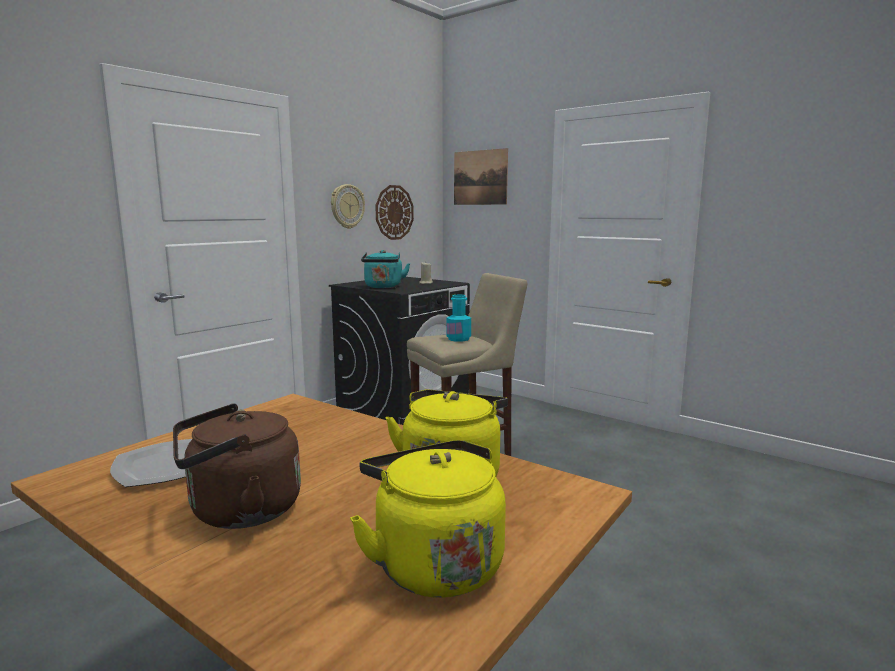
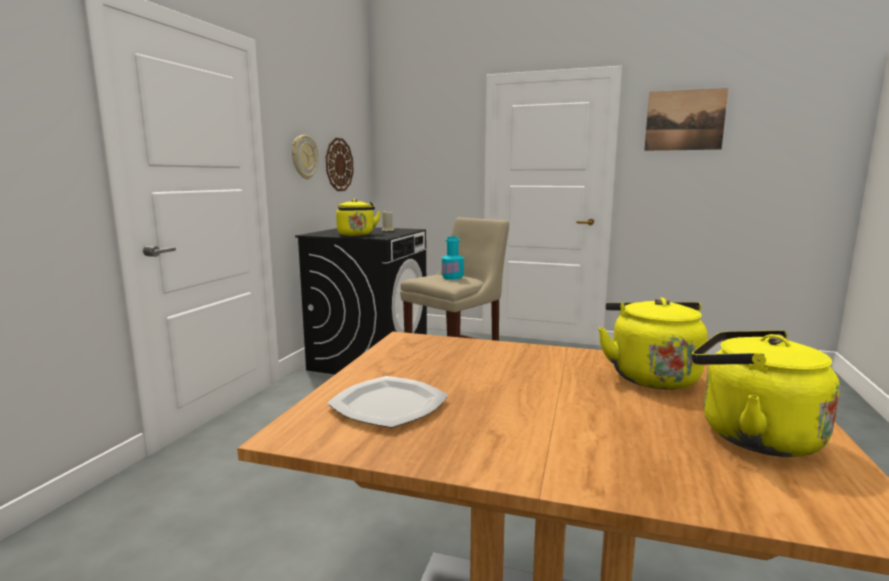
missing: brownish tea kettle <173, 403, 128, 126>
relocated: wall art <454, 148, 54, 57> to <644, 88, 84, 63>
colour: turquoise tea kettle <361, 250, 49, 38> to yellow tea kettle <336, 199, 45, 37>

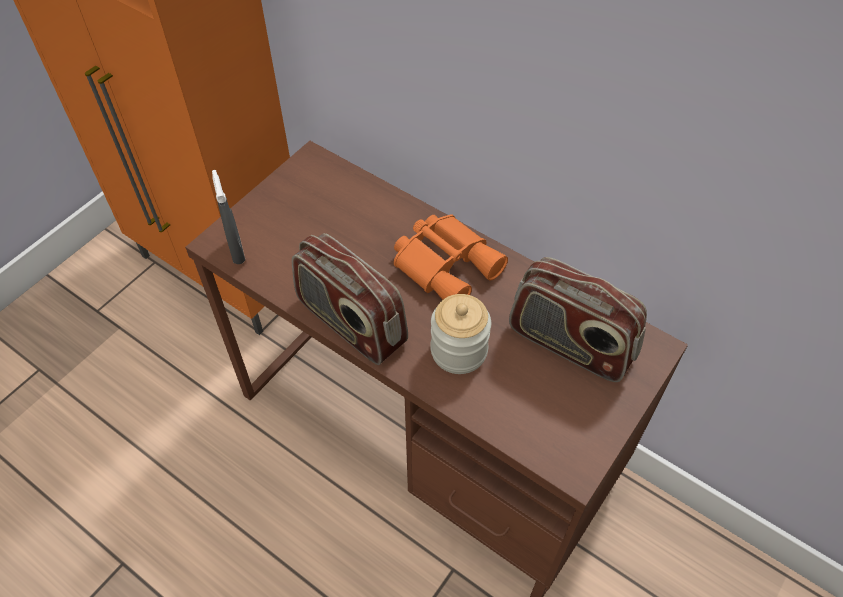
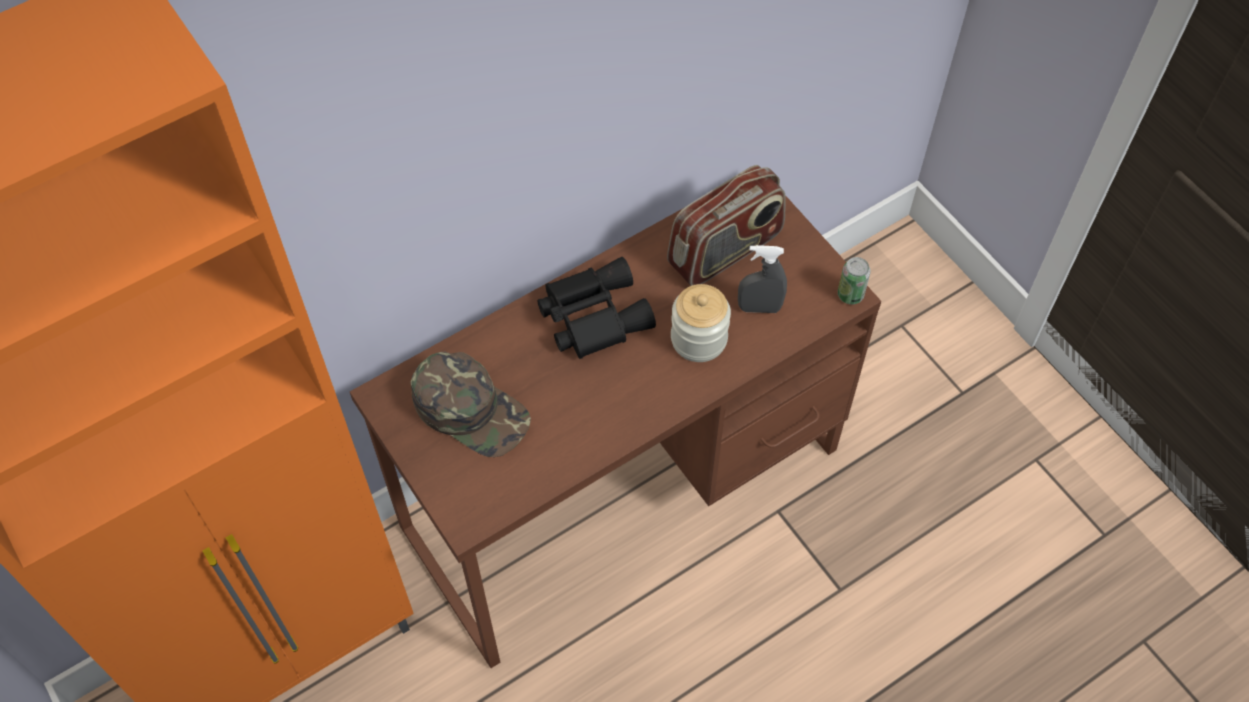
missing: radio set <292, 233, 116, 132>
appeared: metal can <838, 257, 32, 47>; greenish peaked cap <411, 352, 120, 105>
relocated: greyish spray bottle <212, 170, 33, 94> to <738, 245, 49, 68>
colour: orangey pair of binoculars <394, 214, 114, 86> to black pair of binoculars <537, 257, 119, 102>

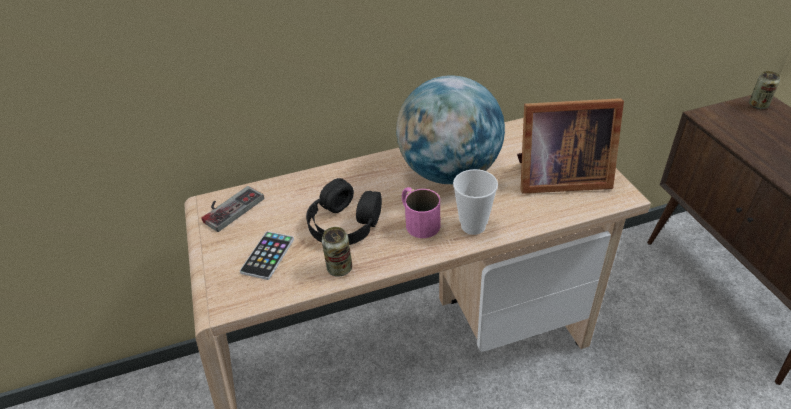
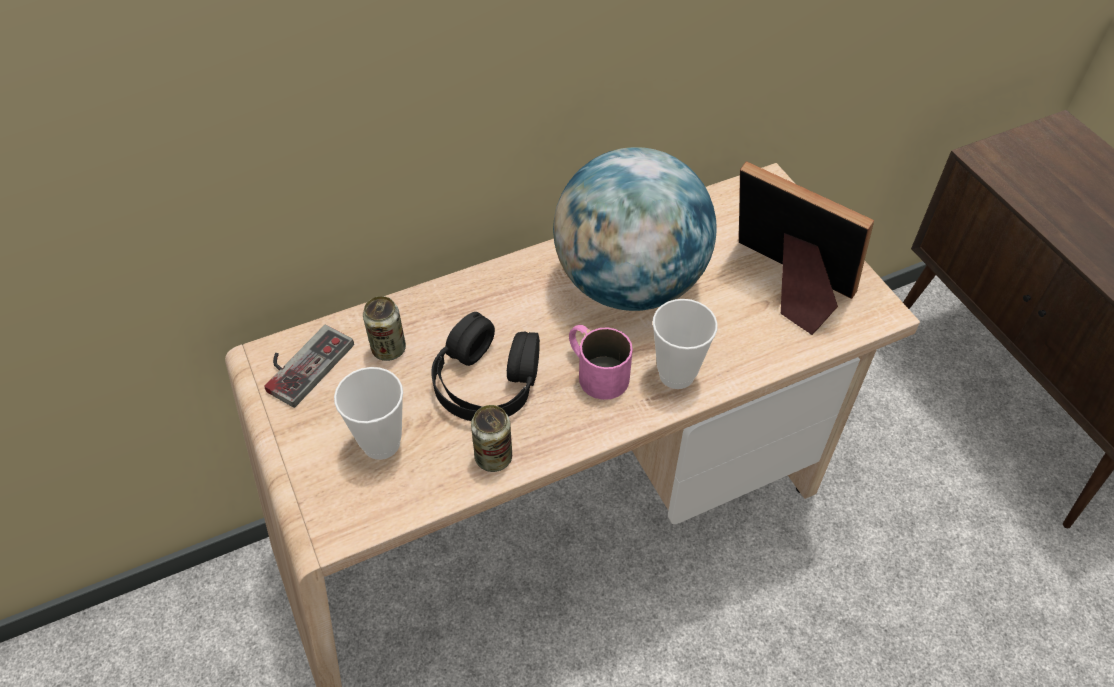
relocated: metal can <749, 71, 31, 38> to <363, 296, 43, 65>
exchanged: phone <240, 231, 54, 49> to drinking cup <334, 367, 69, 93>
spun: photo frame <517, 98, 107, 96> = <739, 161, 135, 174> 135 degrees counterclockwise

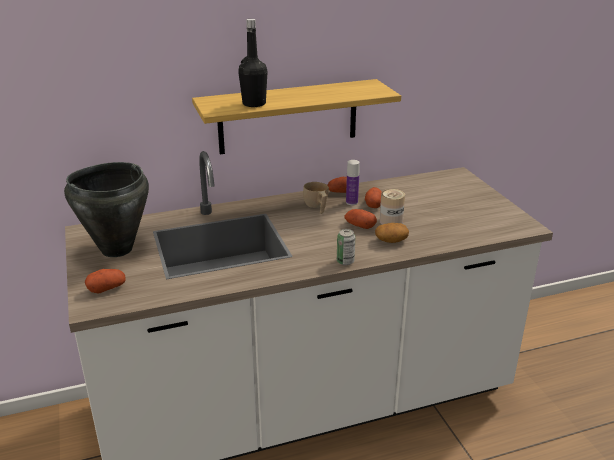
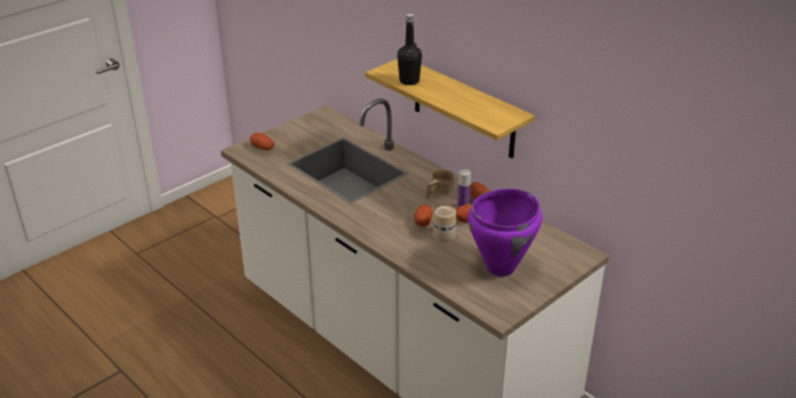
missing: black stockpot <64, 162, 85, 95>; whole potato <375, 223, 34, 20>; metal can <337, 229, 18, 36>
appeared: purple stockpot <468, 189, 74, 88>

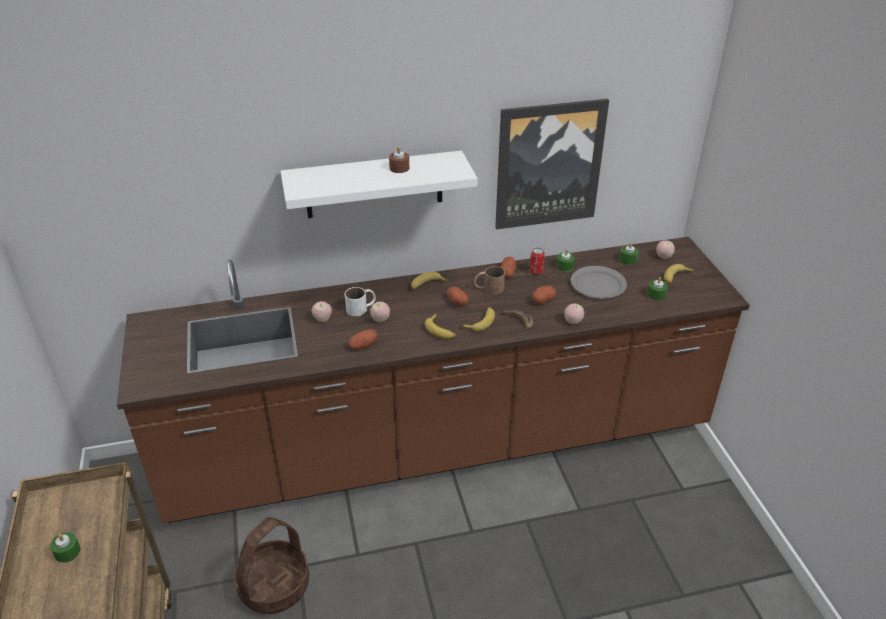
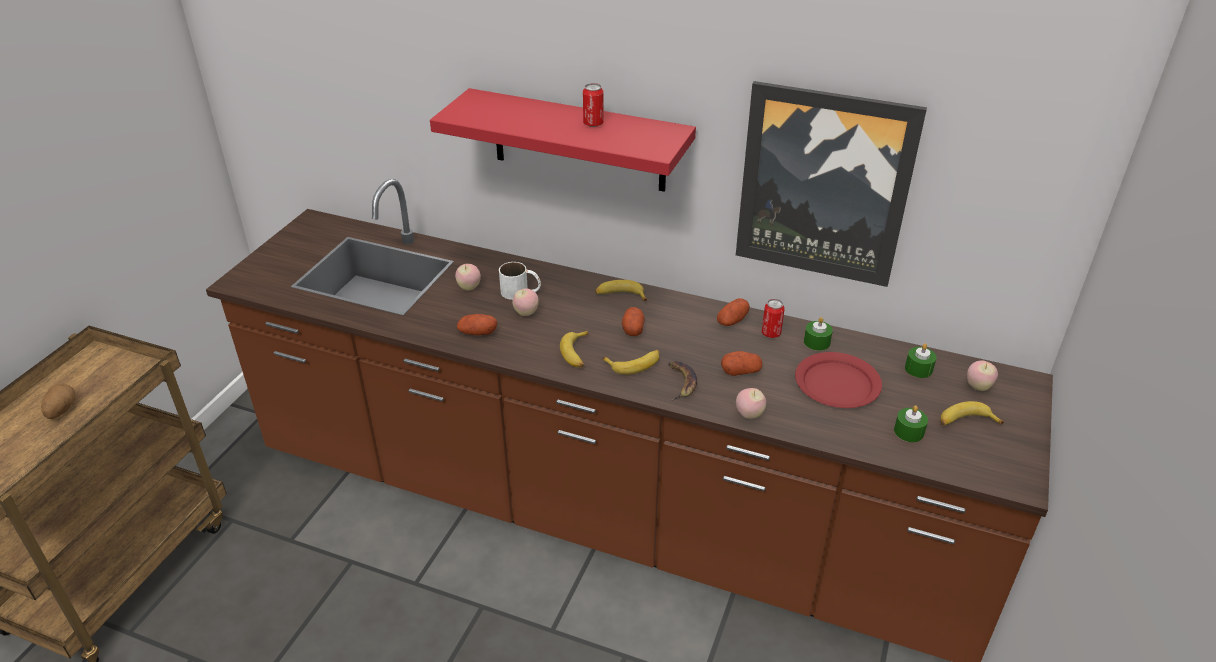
missing: brownish tea mug <474, 266, 31, 28>; household basket <234, 517, 75, 97>
exchanged: brownish wax candle <389, 146, 20, 27> to metal can <583, 83, 21, 44>; greenish wax candle <50, 532, 31, 31> to whole potato <41, 384, 35, 35>
colour: white-coloured shelf <281, 151, 197, 67> to red shelf <430, 88, 266, 104>; greyish dinner plate <571, 266, 56, 33> to red dinner plate <795, 352, 87, 56>

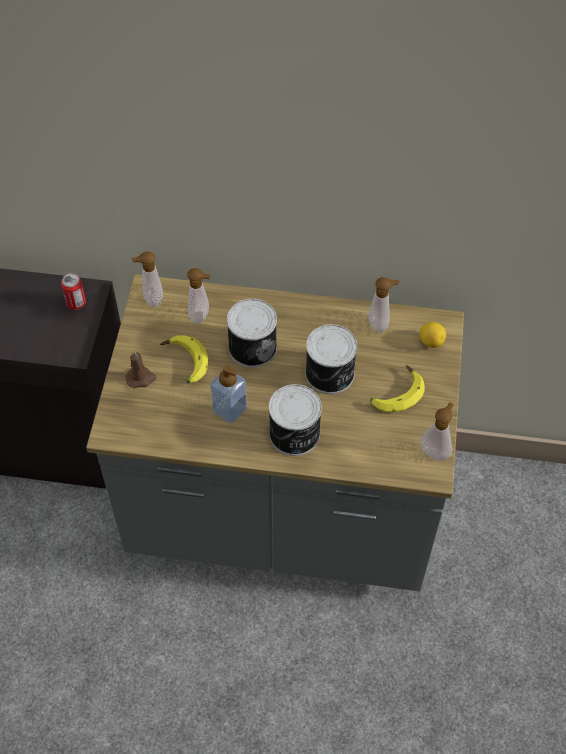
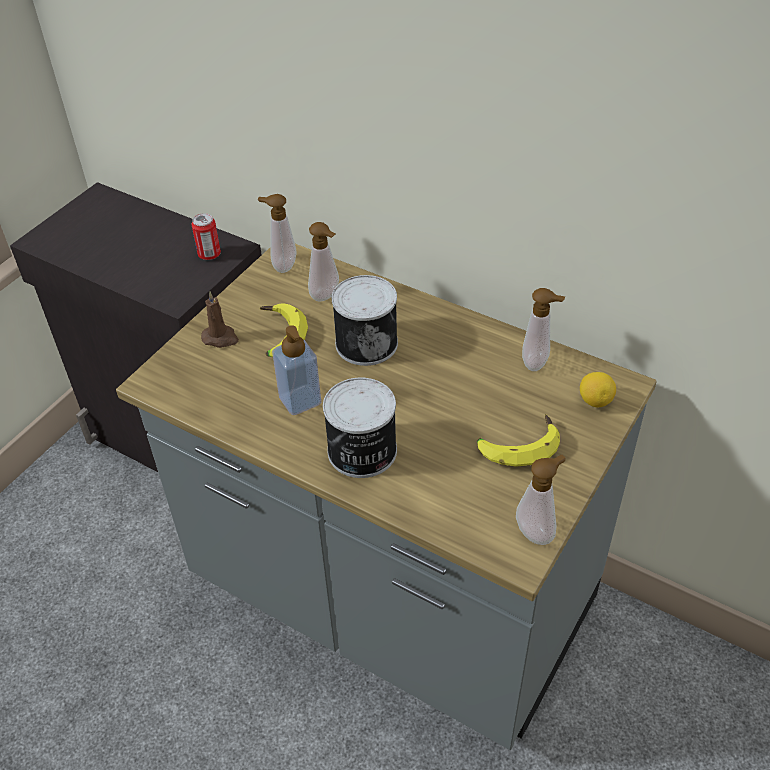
missing: metal can <305, 324, 52, 70>

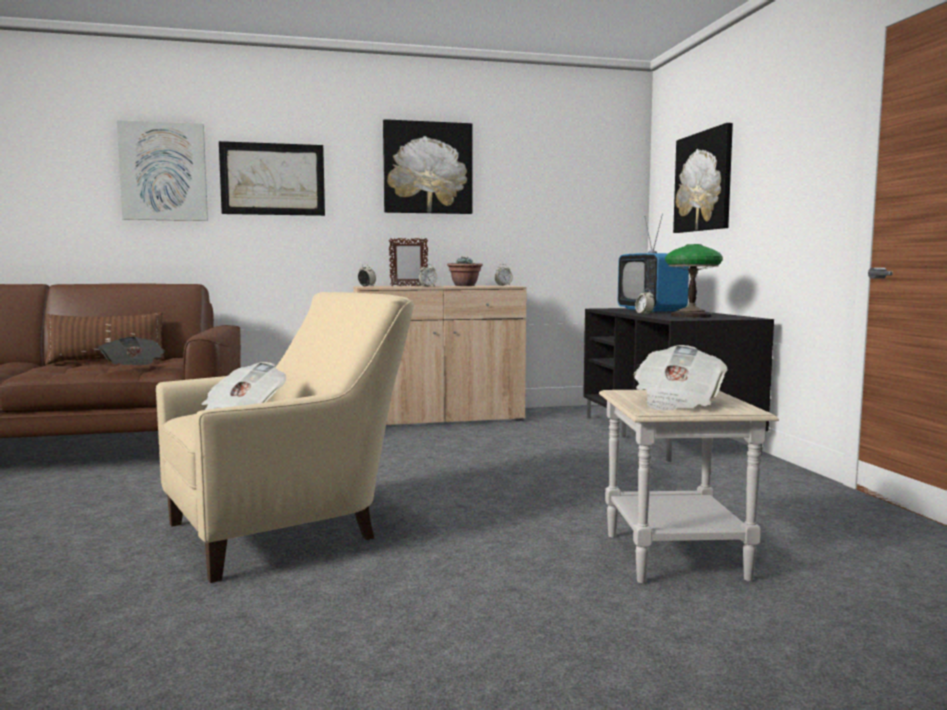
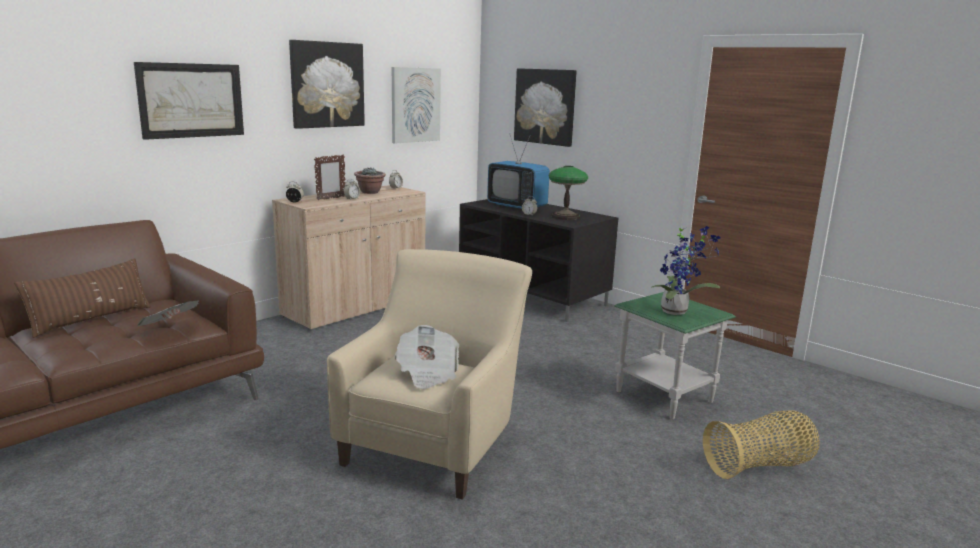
appeared: household basket <703, 411, 117, 68>
relocated: wall art <117, 120, 91, 101> to <392, 67, 49, 77>
exchanged: printed paper <633, 345, 95, 66> to potted plant <652, 226, 68, 89>
colour: sand-coloured end table <599, 390, 180, 193> to greenish end table <614, 292, 122, 127>

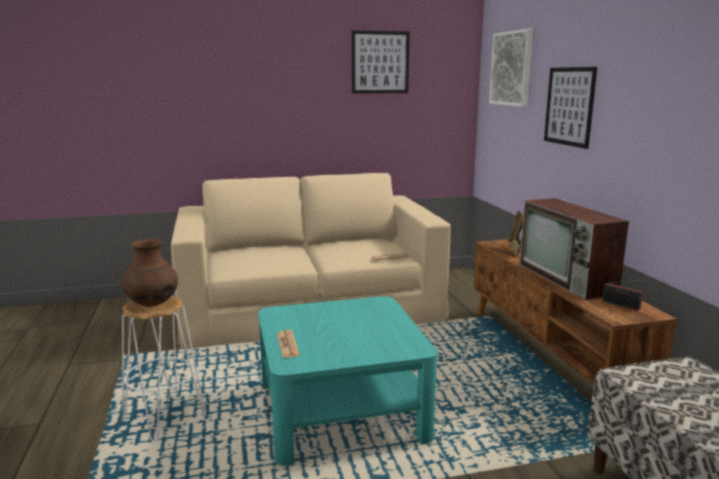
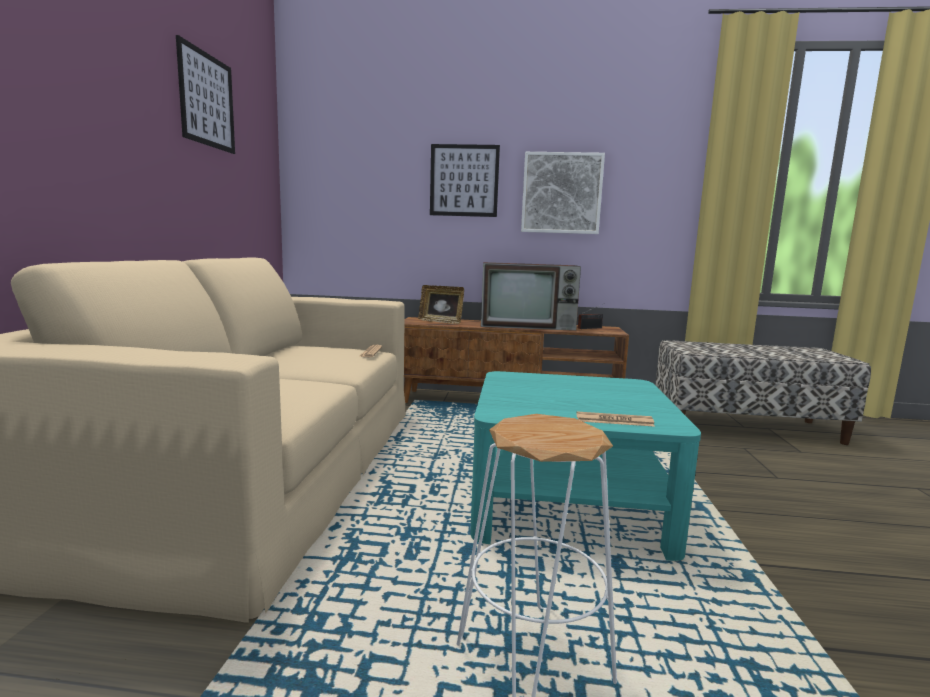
missing: brownish decorative vase <122, 239, 56, 68>
relocated: wall art <489, 29, 44, 78> to <521, 152, 84, 82>

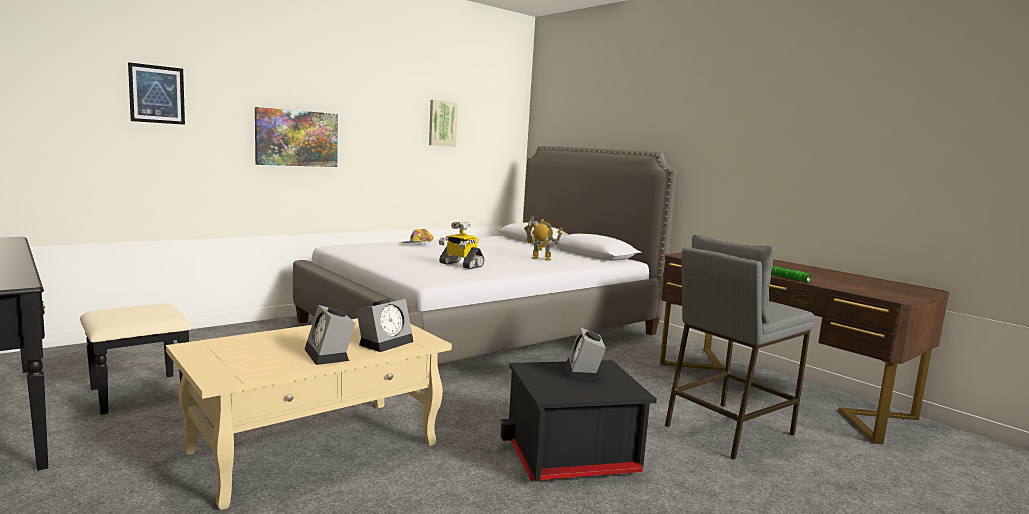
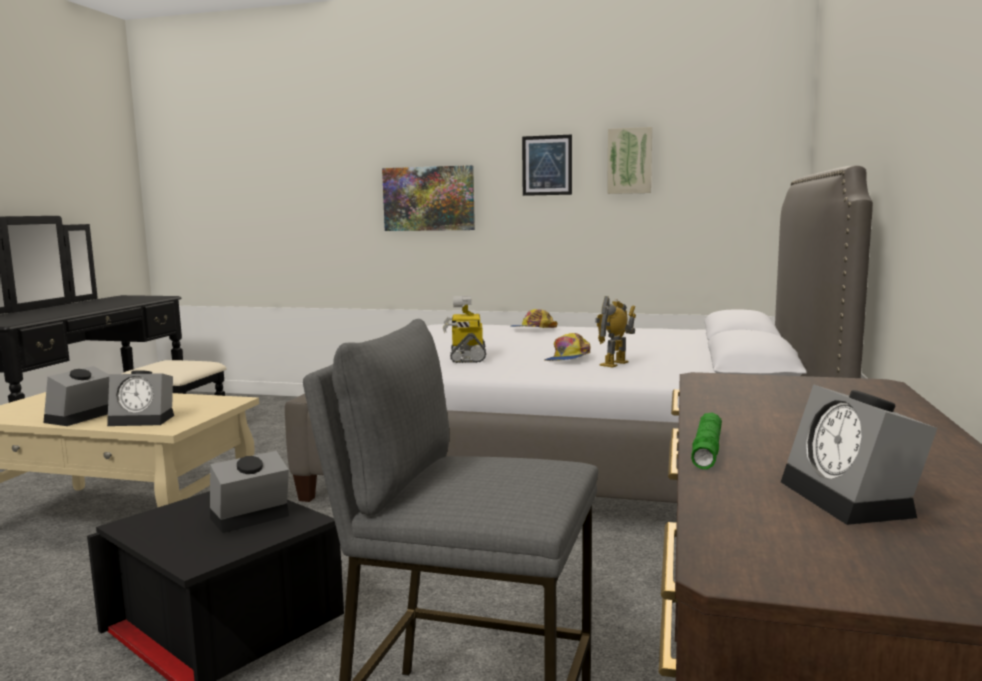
appeared: peaked cap <545, 333, 45, 28>; table clock <781, 384, 156, 141>
relocated: wall art <128, 62, 57, 63> to <522, 135, 50, 61>
spun: model robot <524, 216, 39, 45> = <595, 296, 41, 72> 120 degrees counterclockwise

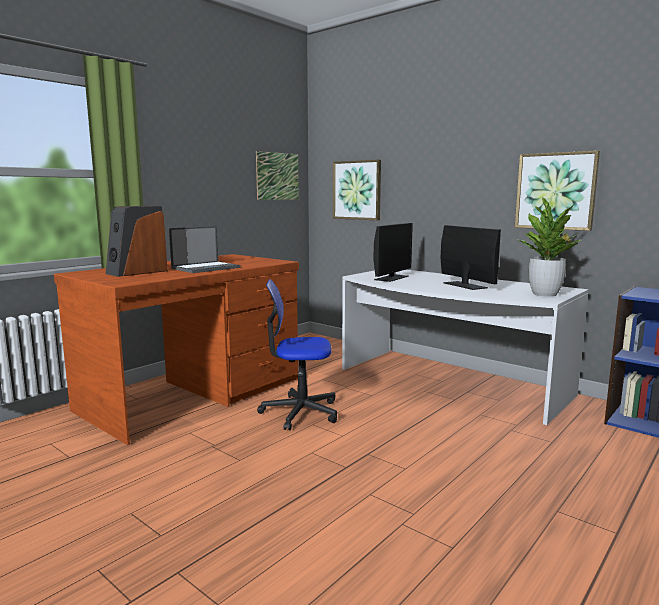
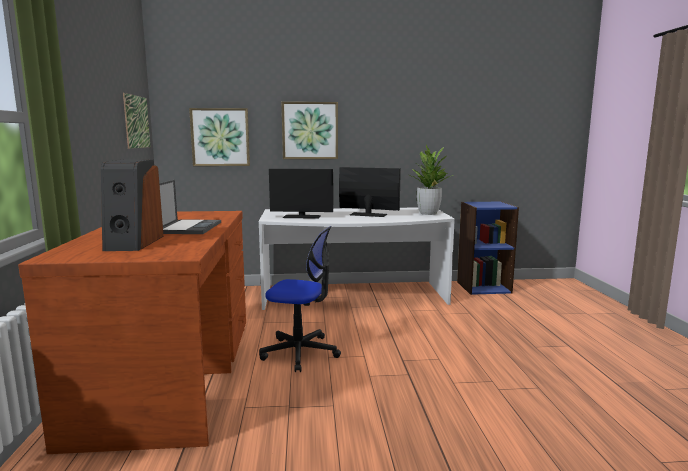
relocated: wall art <515, 151, 85, 80> to <281, 102, 57, 57>
spun: computer display <374, 223, 39, 59> = <269, 169, 64, 50> 105 degrees clockwise; computer chair <257, 279, 80, 151> = <259, 226, 82, 146> 120 degrees counterclockwise

